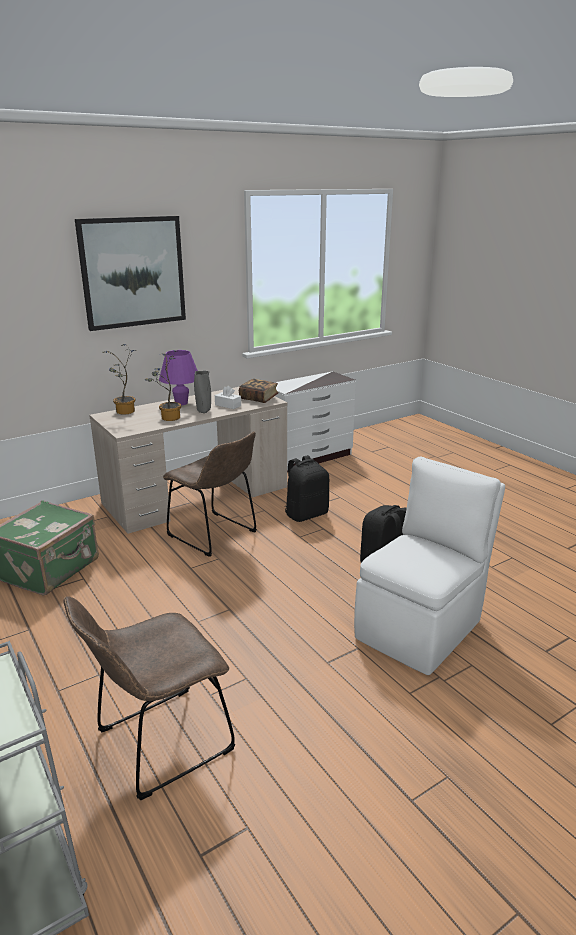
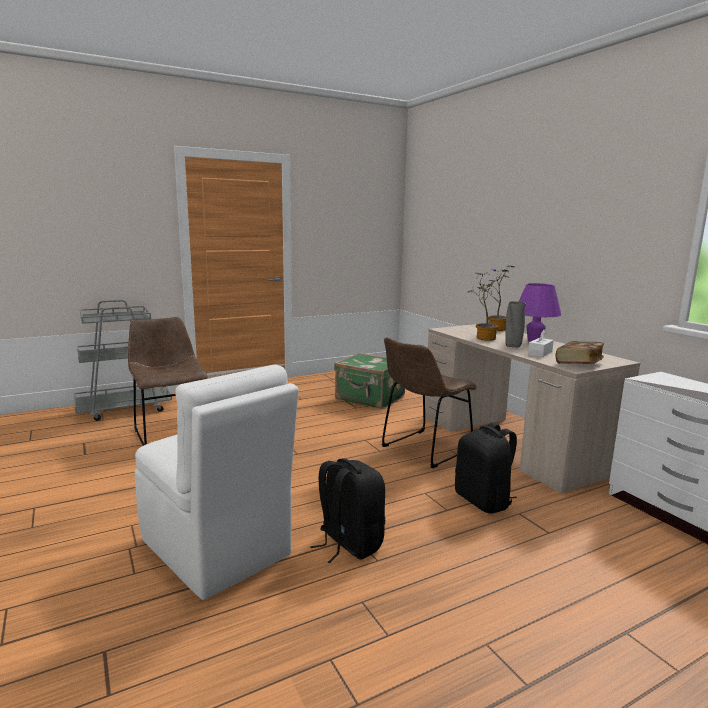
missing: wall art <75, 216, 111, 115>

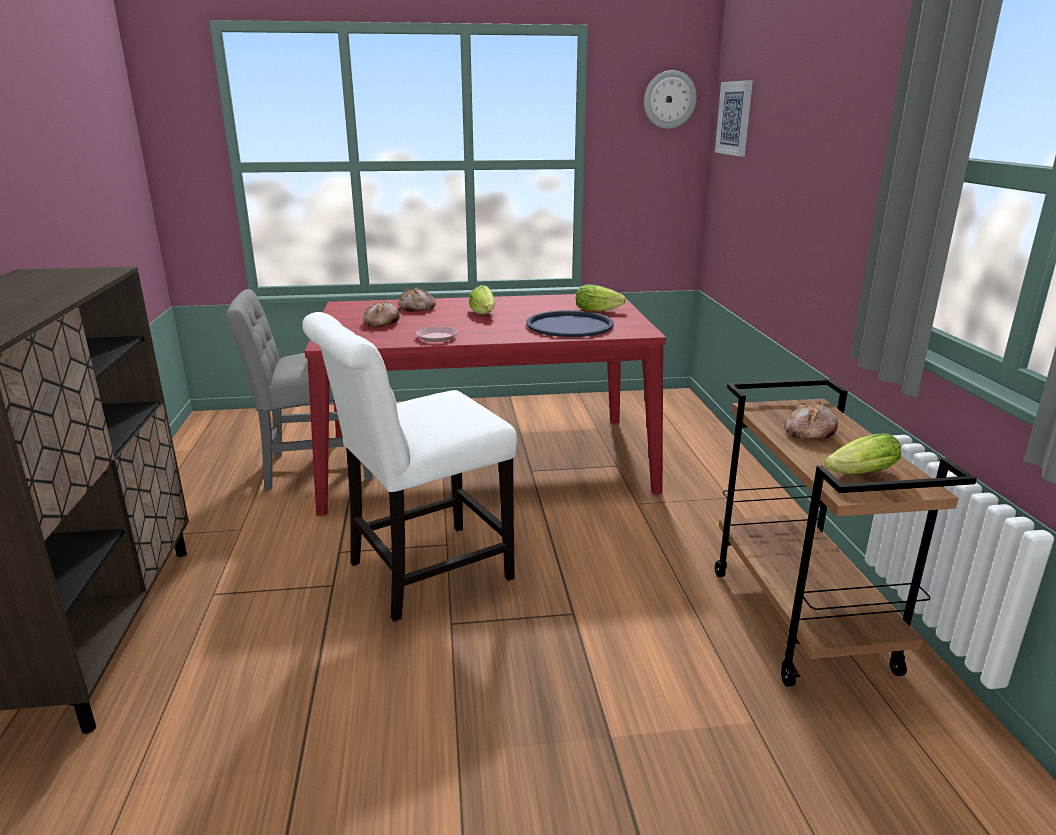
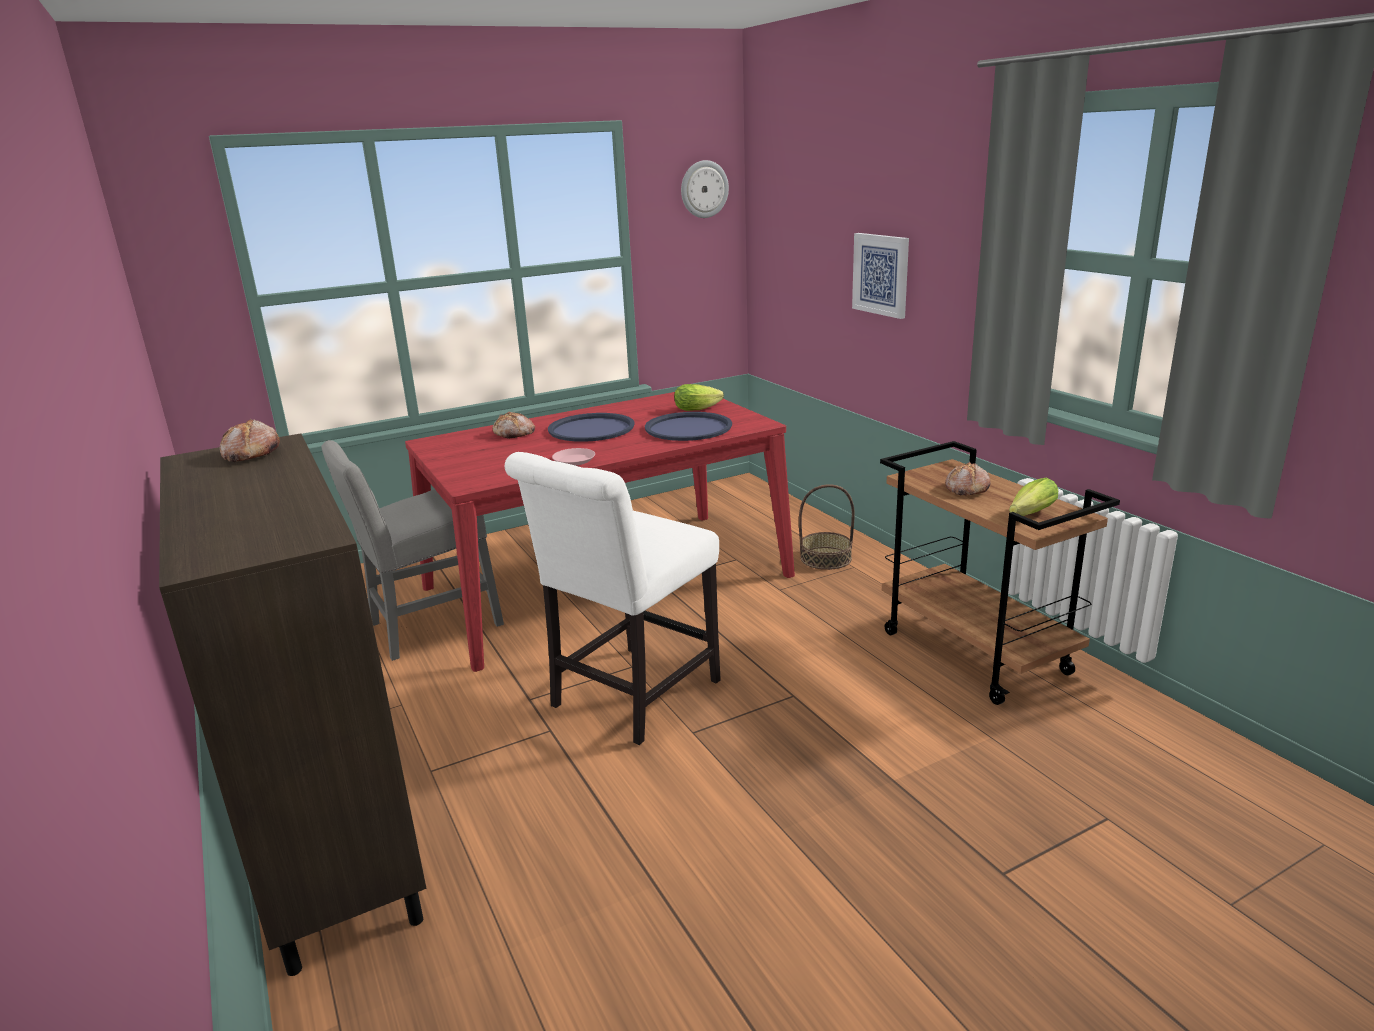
appeared: household basket <799, 484, 56, 86>
relocated: wall art <715, 80, 38, 76> to <852, 233, 57, 86>; baked bread <363, 301, 37, 26> to <220, 419, 60, 43>
exchanged: lettuce head <469, 285, 26, 29> to bluish serving tray <548, 413, 87, 29>

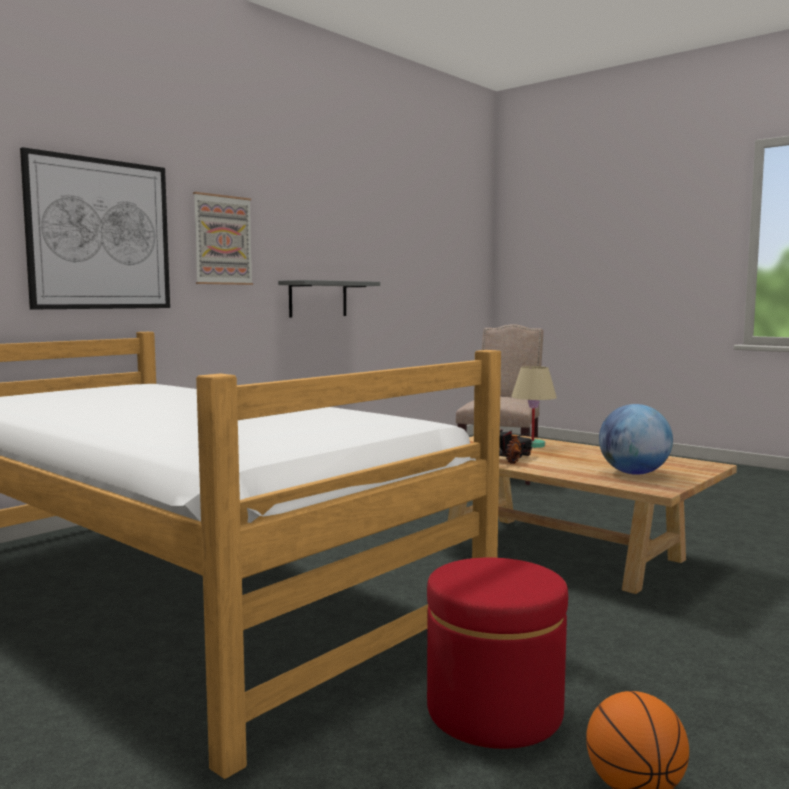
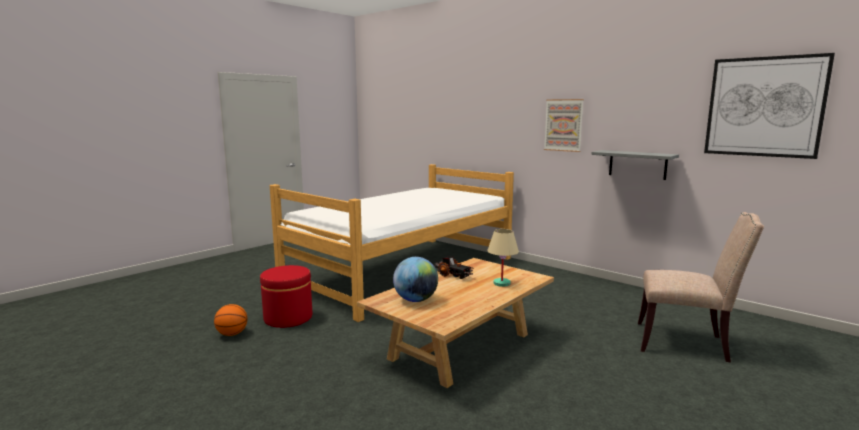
relocated: wall art <20, 147, 150, 162> to <704, 53, 131, 106>

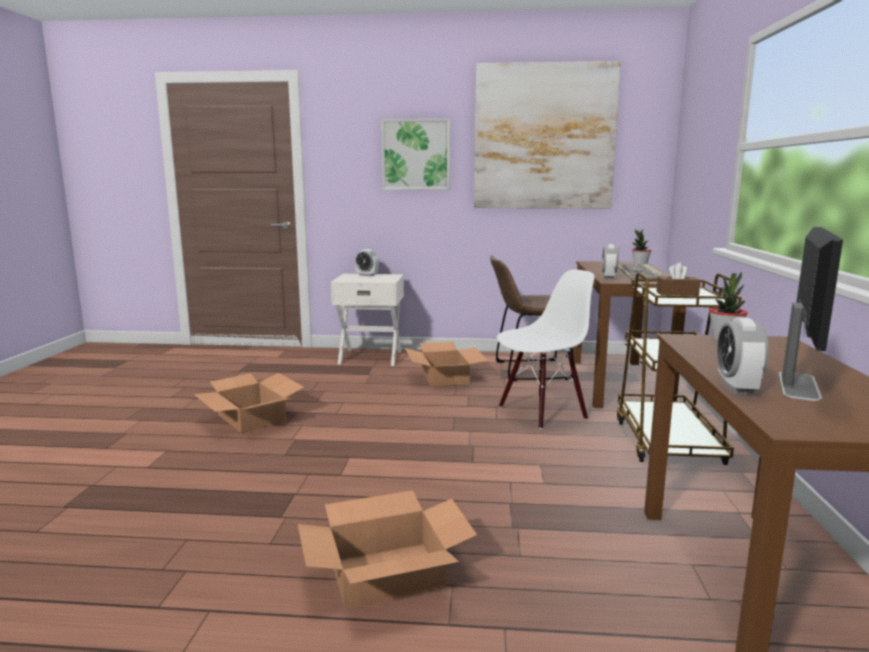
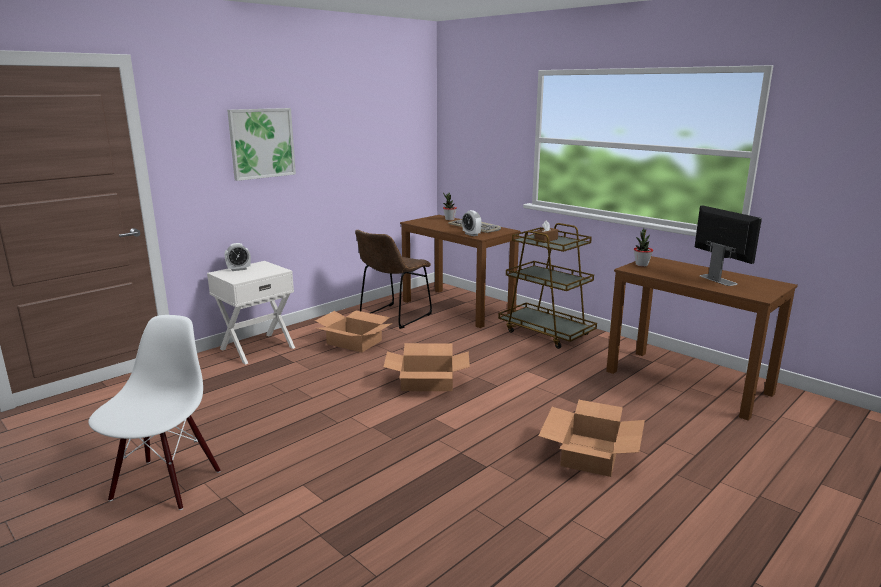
missing: wall art <474, 61, 147, 147>; table clock <717, 317, 52, 77>
relocated: white-coloured plain chair <497, 269, 98, 160> to <88, 315, 132, 195>; carton <193, 373, 111, 60> to <384, 343, 86, 48>

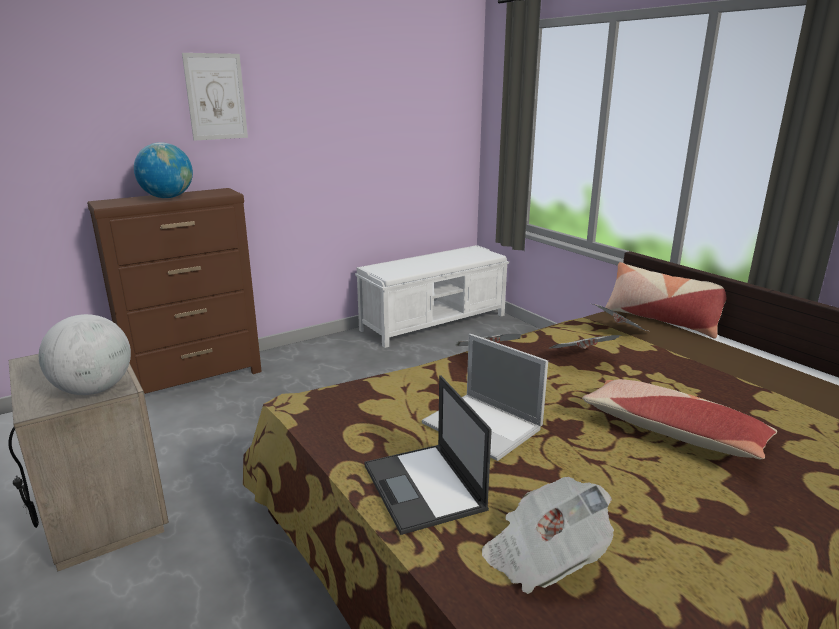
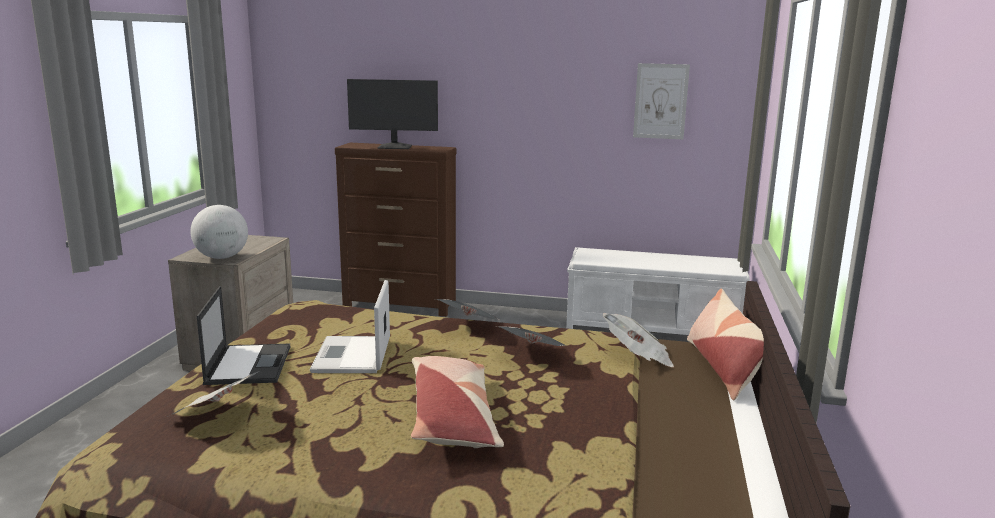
relocated: wall art <182, 53, 66, 88> to <633, 63, 57, 76>
exchanged: world globe <134, 142, 59, 56> to computer display <347, 79, 91, 70>
spun: notebook computer <364, 375, 128, 160> = <197, 286, 93, 99> 150 degrees clockwise

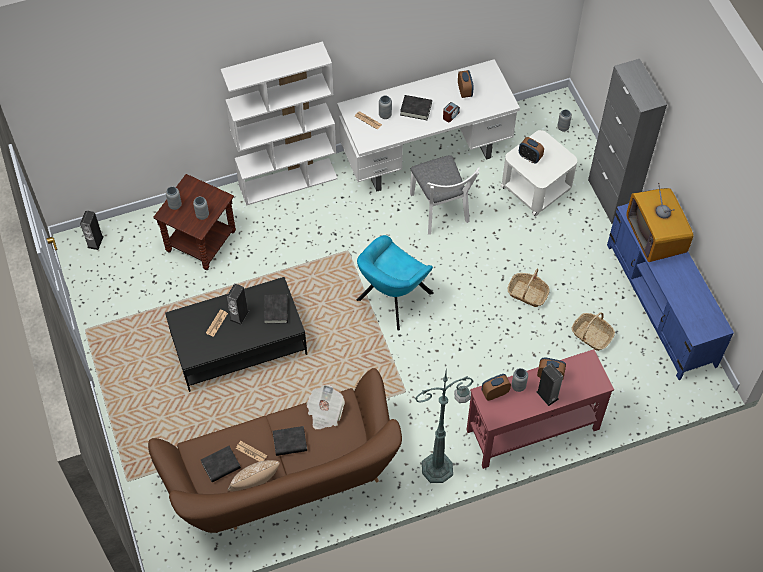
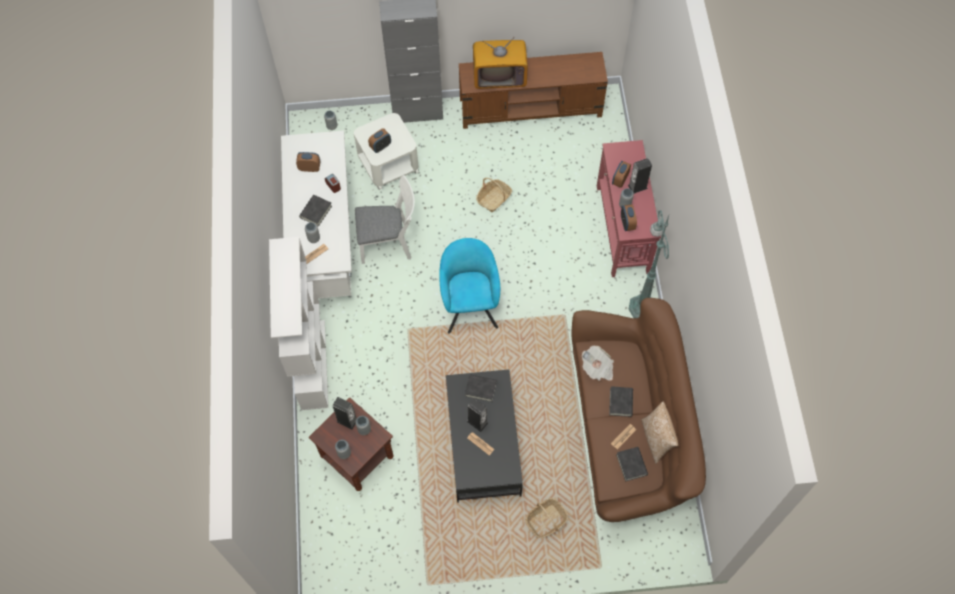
relocated: audio speaker <80, 210, 24, 40> to <333, 397, 24, 33>; household basket <572, 312, 43, 39> to <525, 498, 43, 40>
colour: bluish tv unit <607, 203, 127, 177> to brownish tv unit <459, 52, 149, 77>
spun: turquoise armchair <357, 235, 77, 96> = <439, 238, 61, 96> 150 degrees counterclockwise

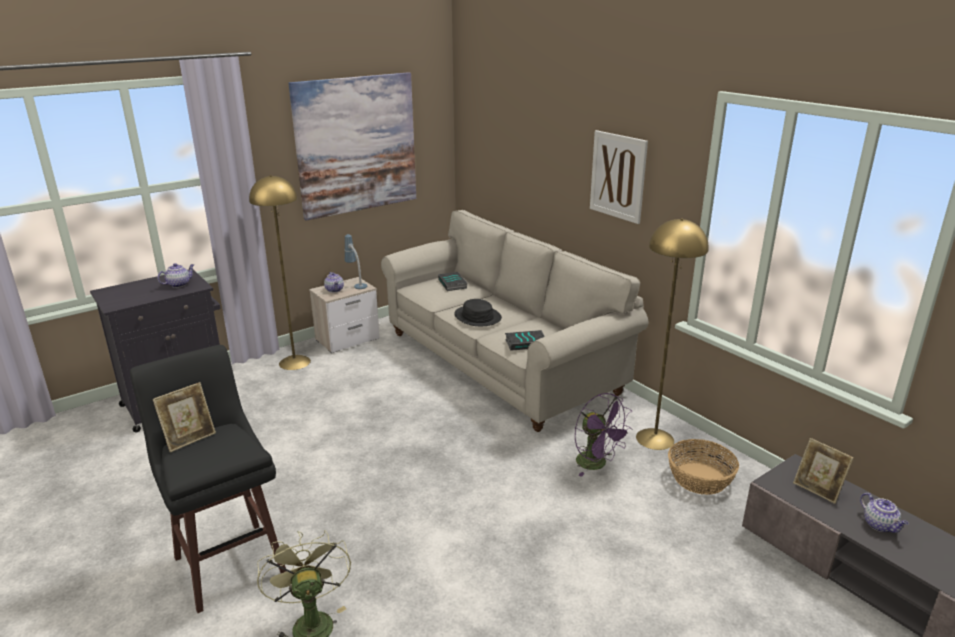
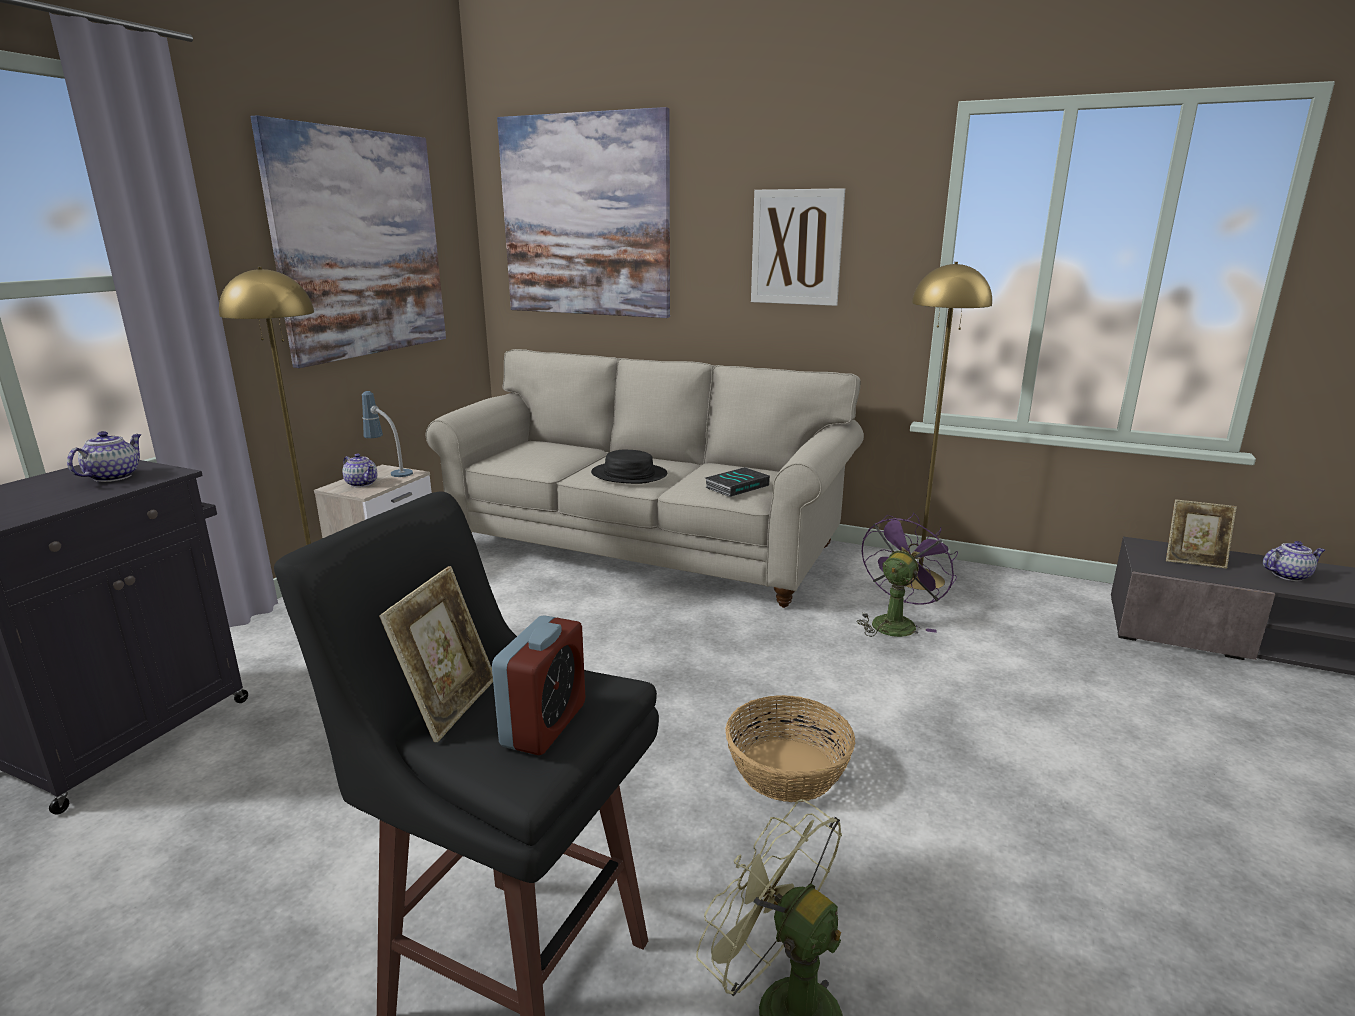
missing: bound book <438, 272, 29, 19>
appeared: wall art <497, 107, 173, 211>; table clock <492, 615, 93, 140>
relocated: household basket <668, 439, 71, 56> to <725, 695, 131, 107>
spun: purple cooling fan <575, 393, 58, 84> = <857, 513, 101, 124> 75 degrees counterclockwise; pot for tea <860, 493, 49, 40> = <1263, 541, 62, 40> 45 degrees counterclockwise

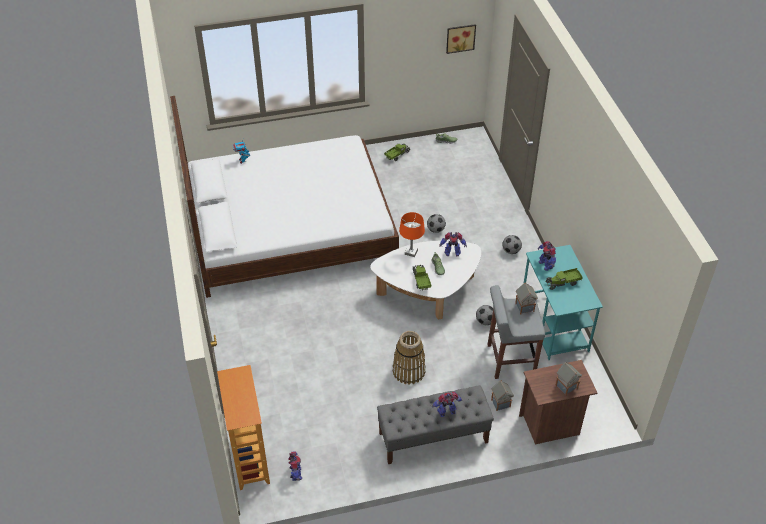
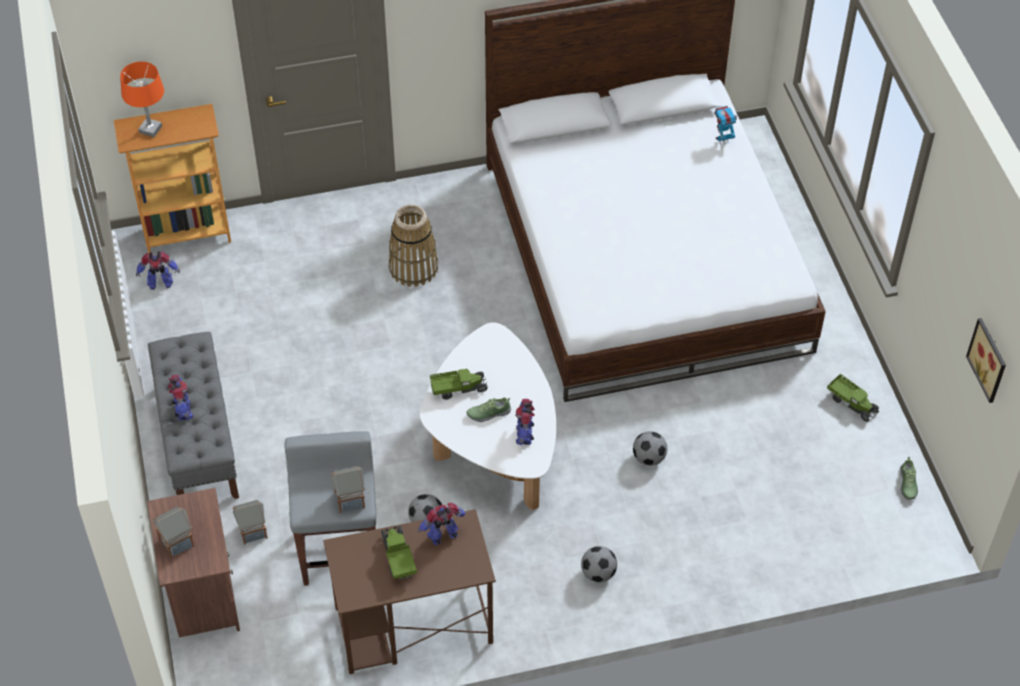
relocated: orangey tabletop lamp <399, 212, 26, 45> to <120, 61, 44, 76>; household basket <393, 331, 33, 54> to <389, 205, 49, 82>
colour: turquoise desk unit <524, 245, 79, 115> to brownish desk unit <323, 509, 173, 165>

